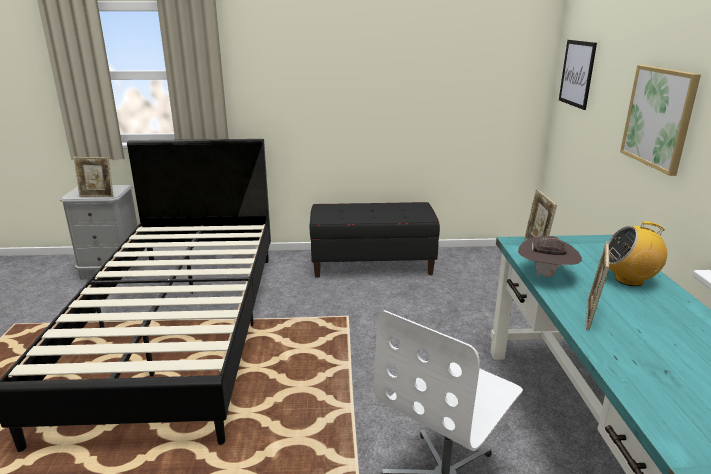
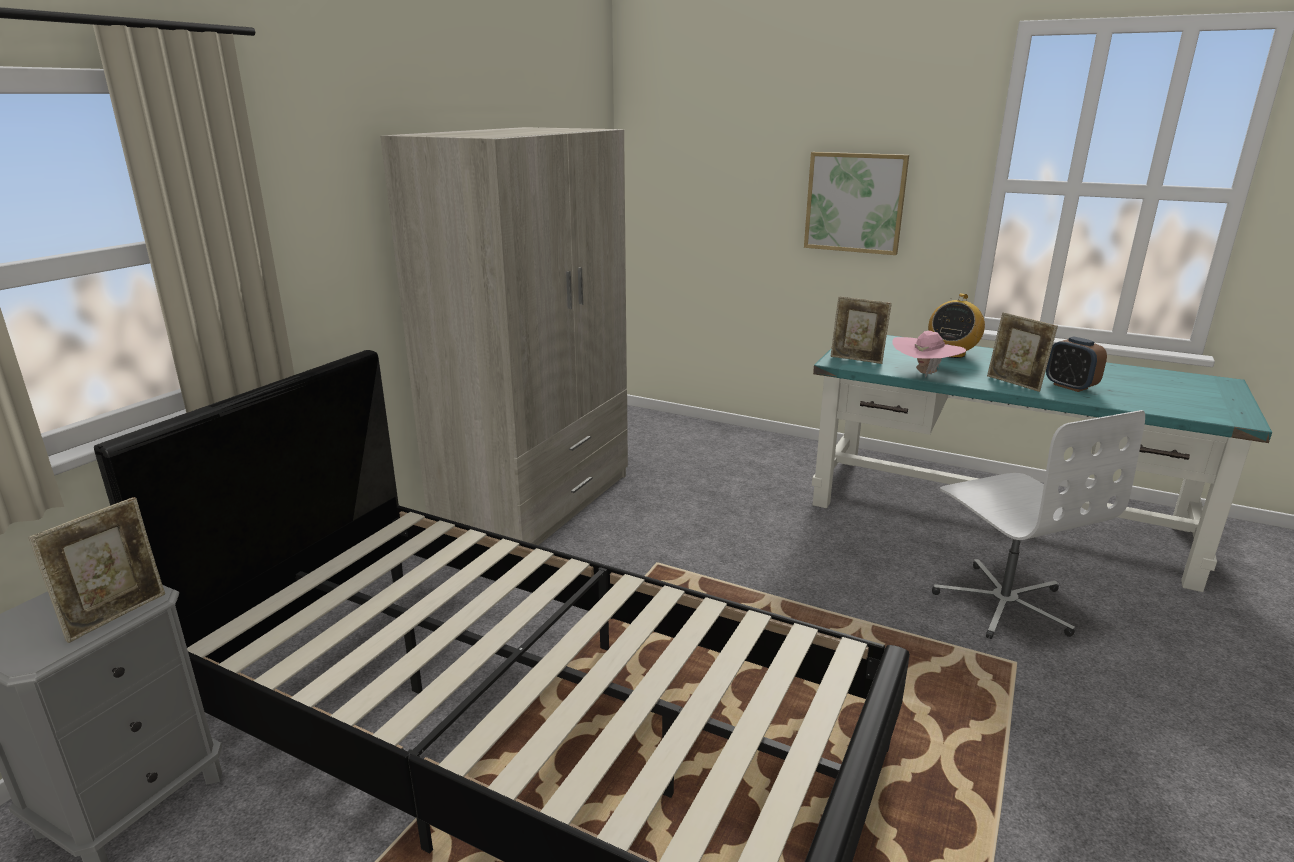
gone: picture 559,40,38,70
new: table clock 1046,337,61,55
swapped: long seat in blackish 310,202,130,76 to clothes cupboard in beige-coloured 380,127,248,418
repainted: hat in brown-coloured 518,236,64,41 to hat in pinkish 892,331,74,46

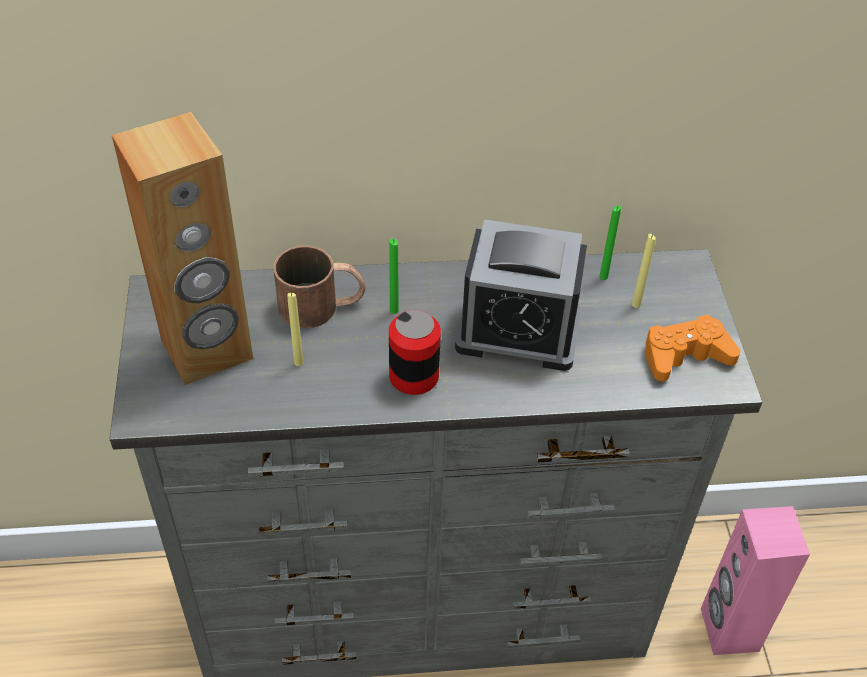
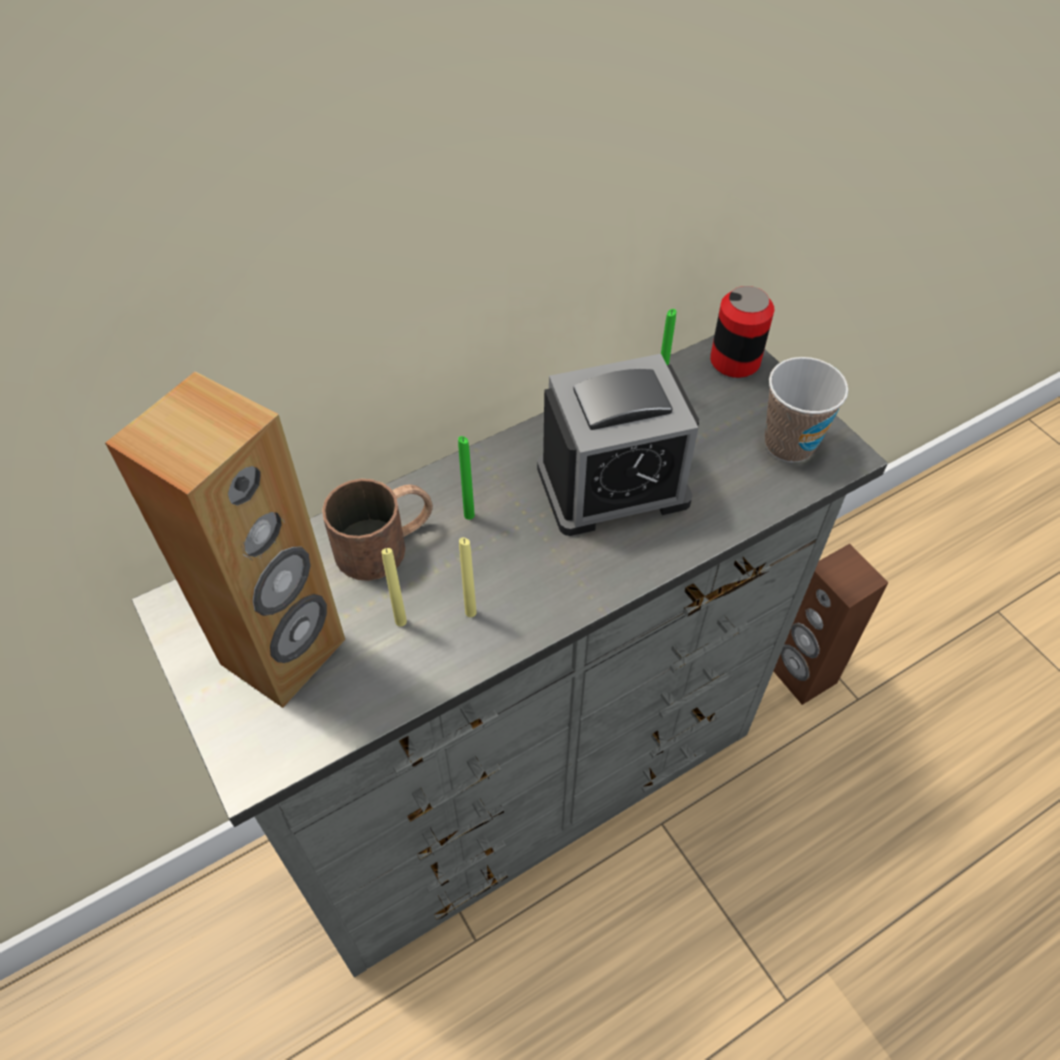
shifted: metal can 389,310,52,85 to 710,286,64,92; wax candle in yellow 632,234,24,74 to 459,538,18,79
swapped: joypad in orange 645,315,95,67 to drinking cup 765,357,83,106
repainted: speaker in pinkish 701,506,109,149 to speaker in brown-coloured 774,544,114,161

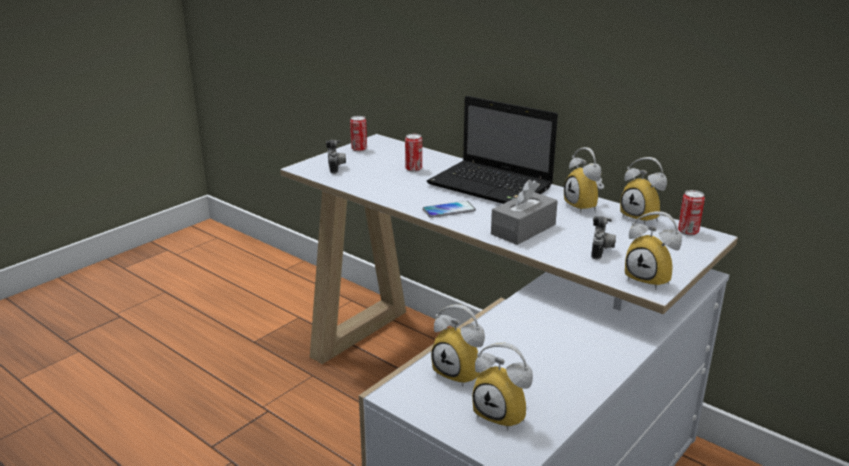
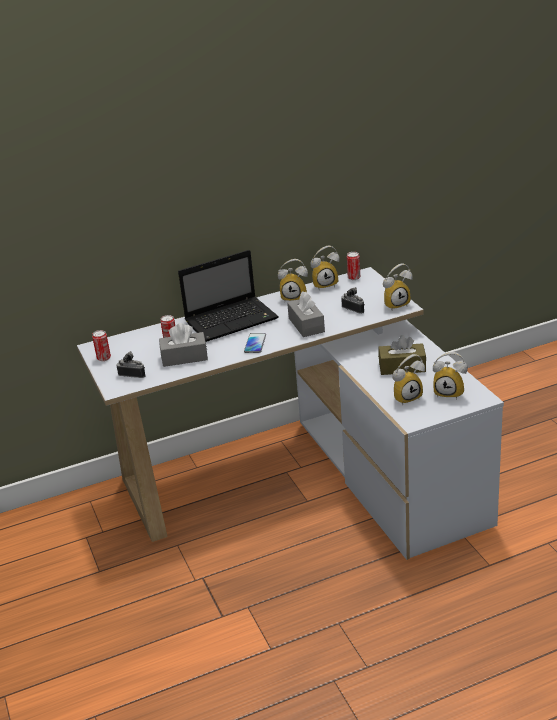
new: tissue holder in gray 159,323,49,44; tissue holder in brown-coloured 378,335,48,40
rotated: table clock 472,342,61,89 = 433,352,35,48 45 degrees clockwise

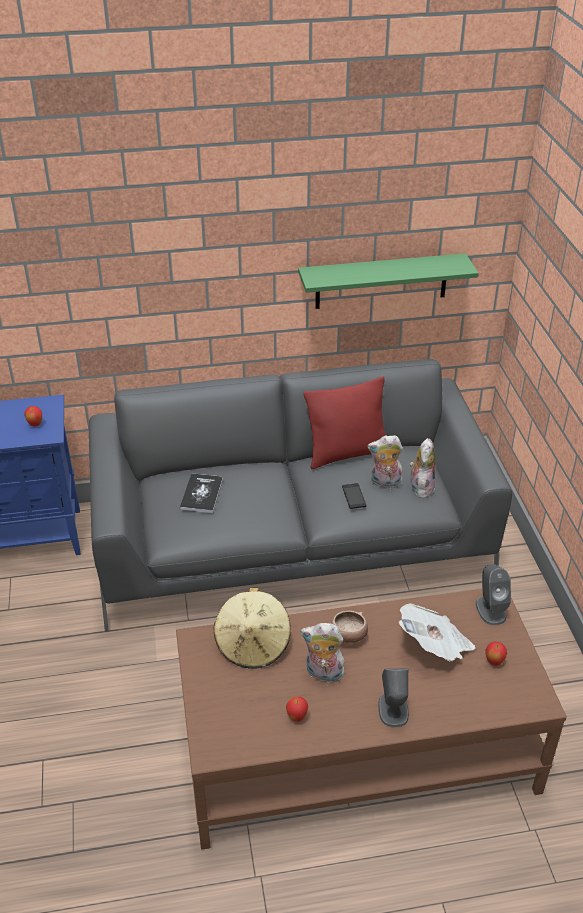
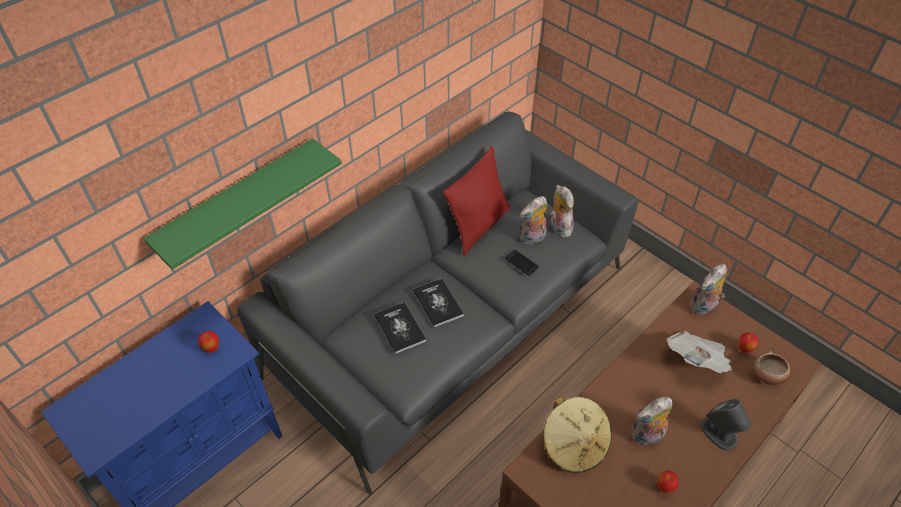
new: bound book 413,278,51,50
shifted: bracket shelf in green 298,253,181,56 to 143,138,199,132; bowl 331,611,37,33 to 753,351,37,34
swapped: speaker in gray 476,564,35,61 to plush toy 689,264,38,51

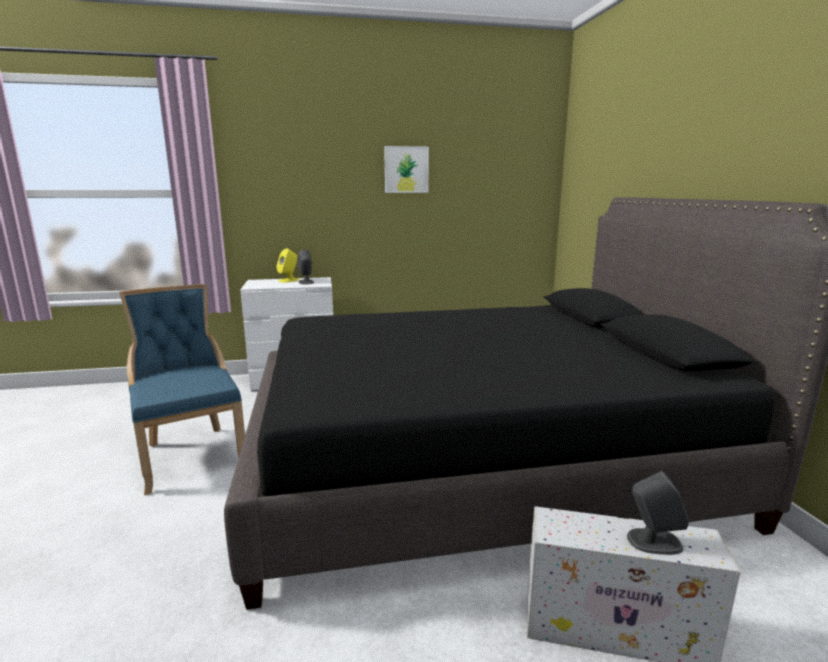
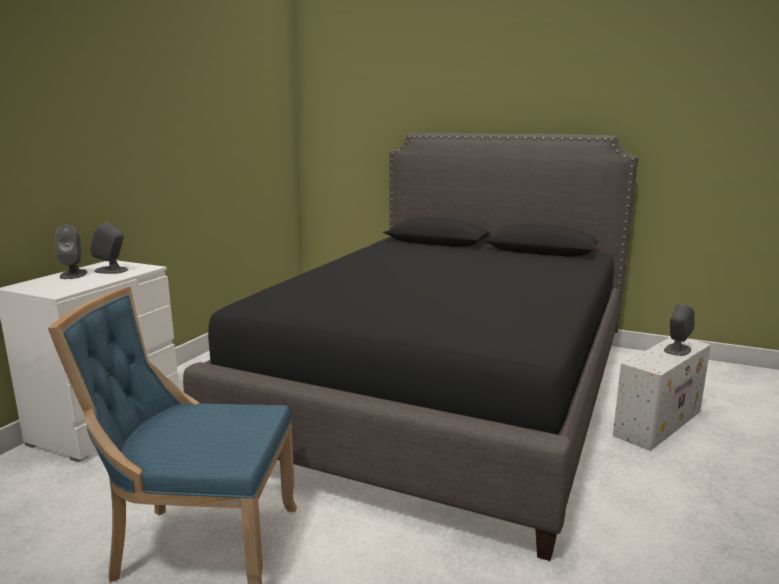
gone: picture 384,146,45,47
repainted: speaker in yellow 277,249,22,34 to speaker in gray 55,225,32,54

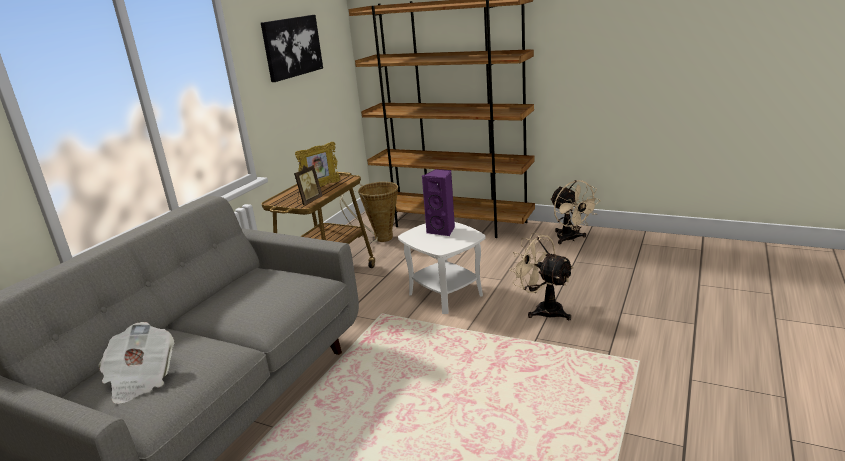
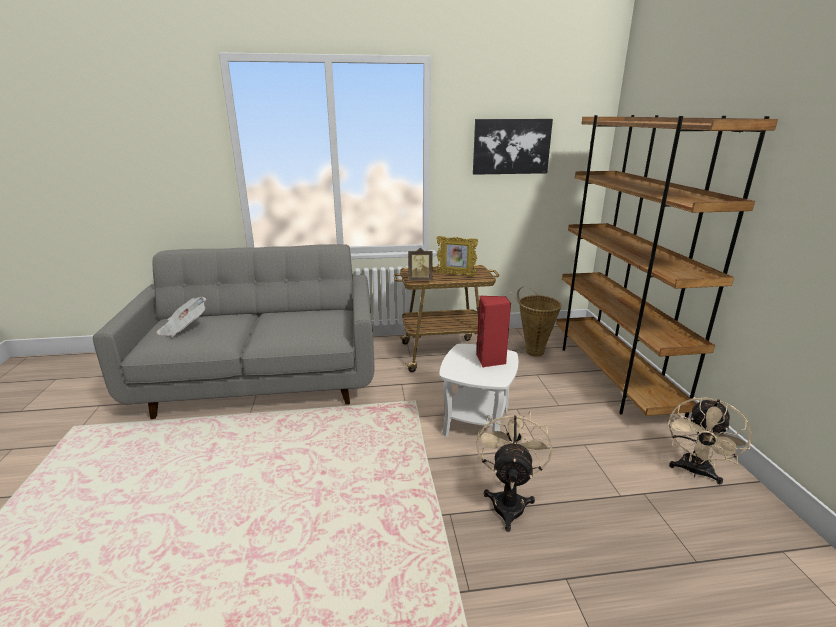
repainted: speaker in purple 422,169,33,67 to speaker in red-coloured 476,295,35,73

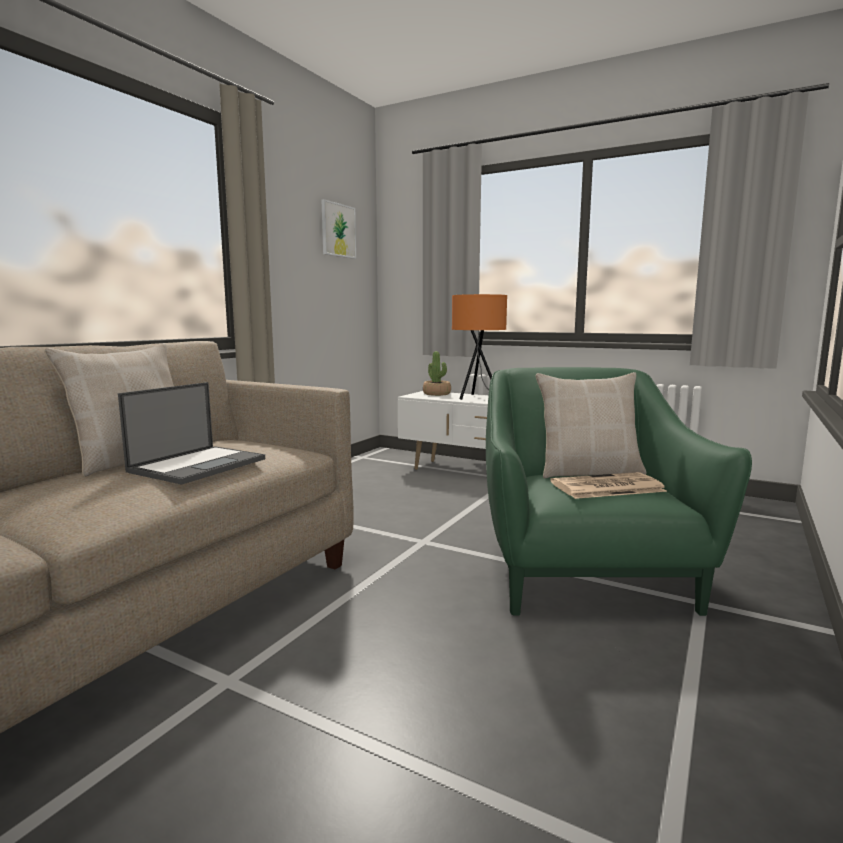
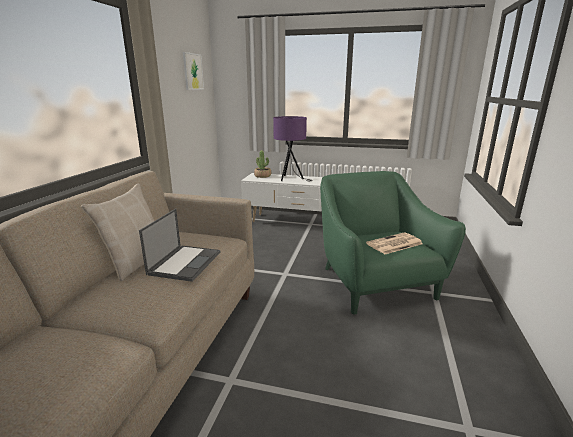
gone: cushion in beige-coloured 536,372,111,106
repainted: tabletop lamp in orange 452,294,55,106 to tabletop lamp in purple 273,116,40,65

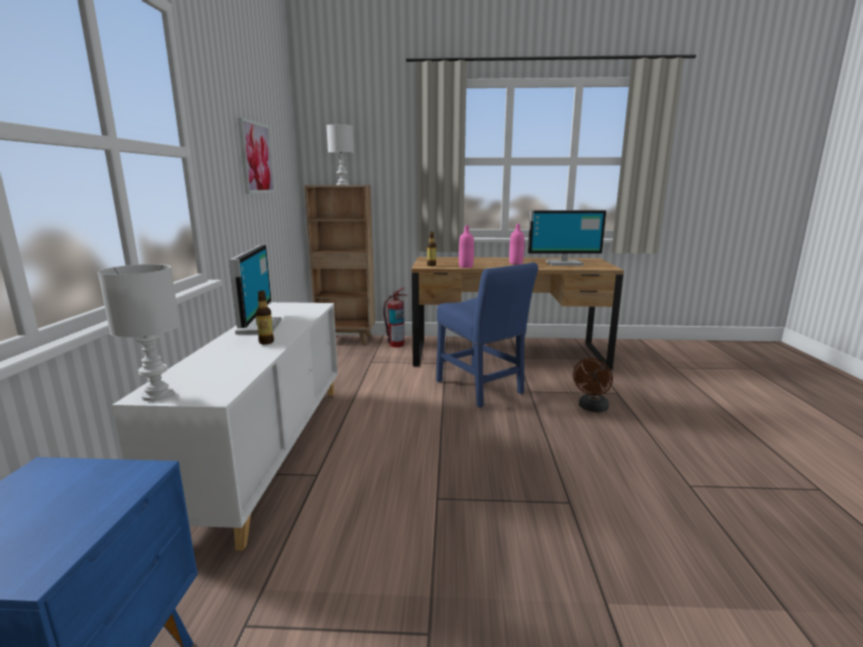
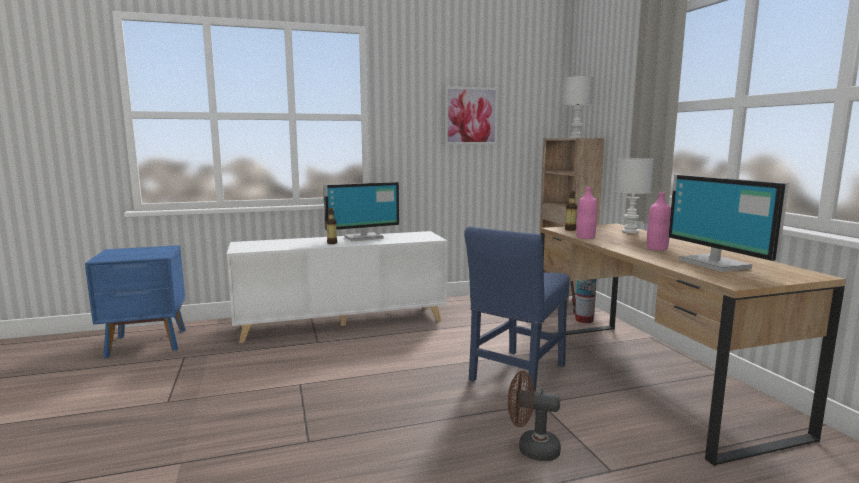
shifted: tabletop lamp in white 98,264,82,137 to 616,158,38,75

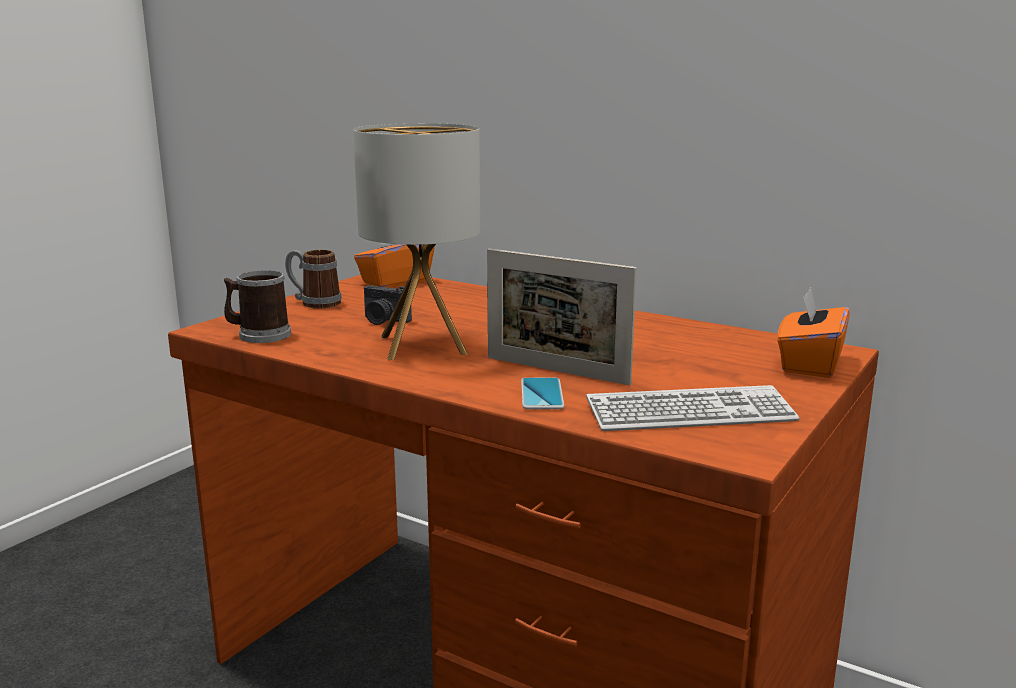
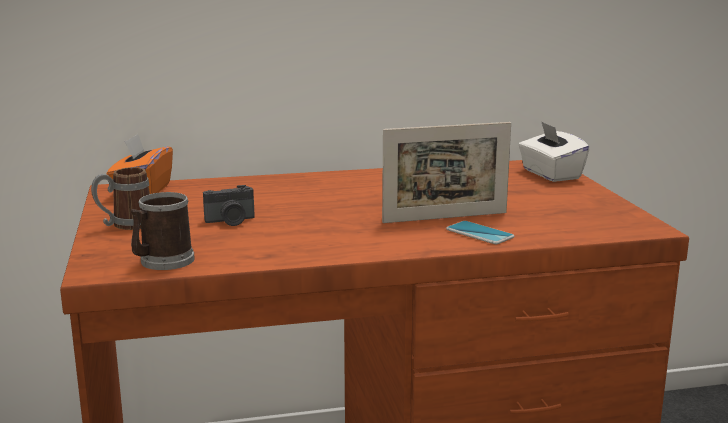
gone: tabletop lamp 353,123,127,237; computer keyboard 586,385,213,46
repainted: tissue holder in orange 777,288,73,90 to tissue holder in white 518,121,72,61

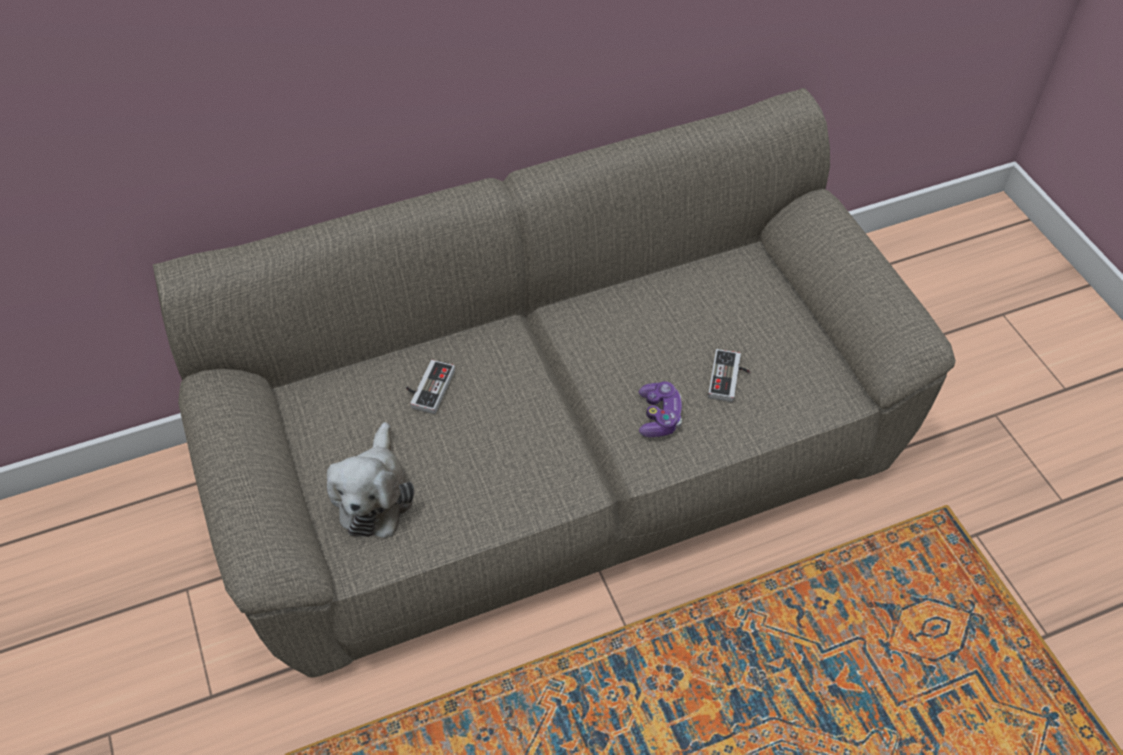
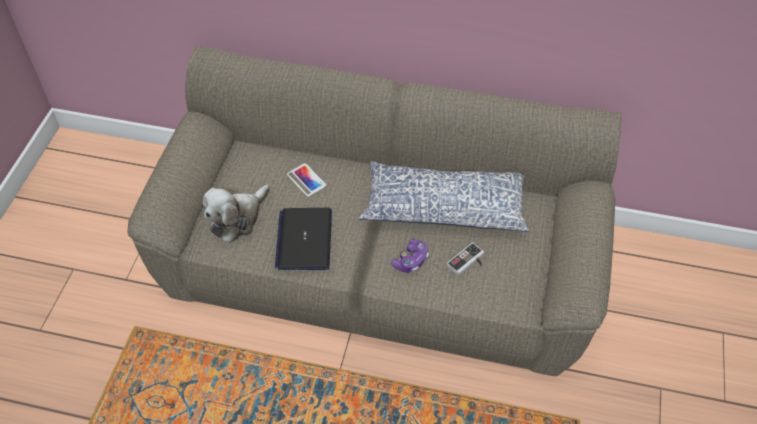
new: laptop 275,208,57,62; cushion 359,161,171,71
swapped: joypad 406,360,49,54 to handset 287,163,39,34

